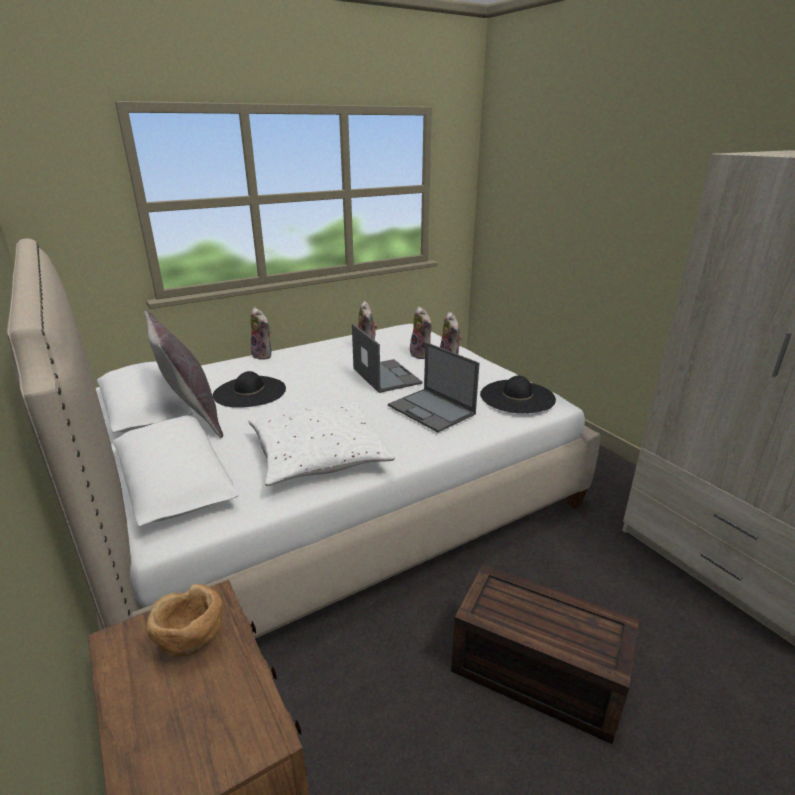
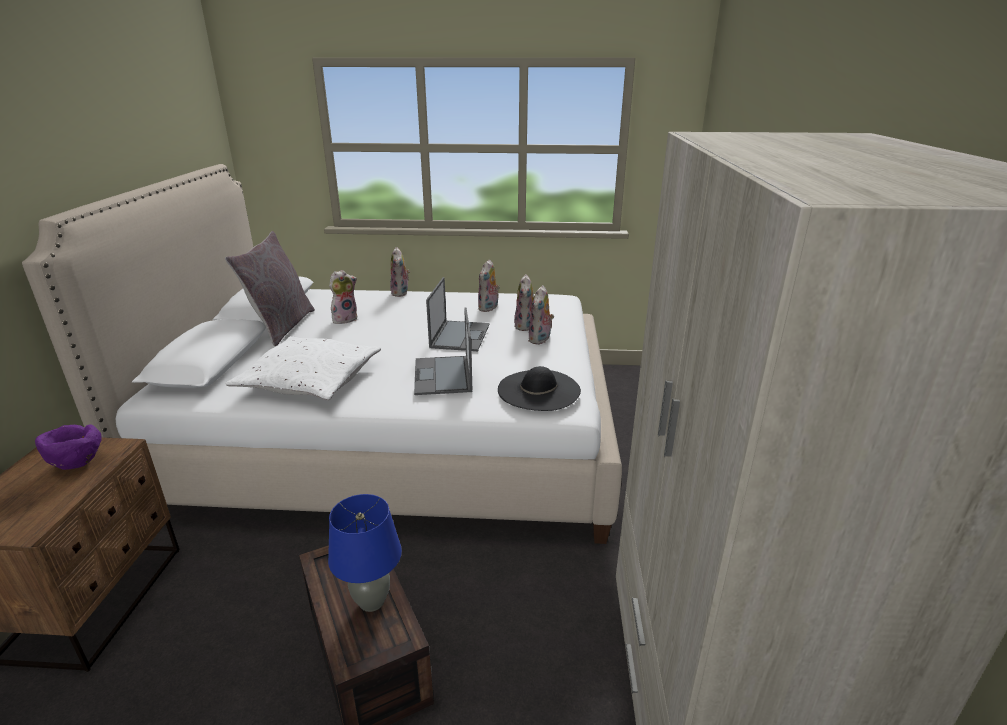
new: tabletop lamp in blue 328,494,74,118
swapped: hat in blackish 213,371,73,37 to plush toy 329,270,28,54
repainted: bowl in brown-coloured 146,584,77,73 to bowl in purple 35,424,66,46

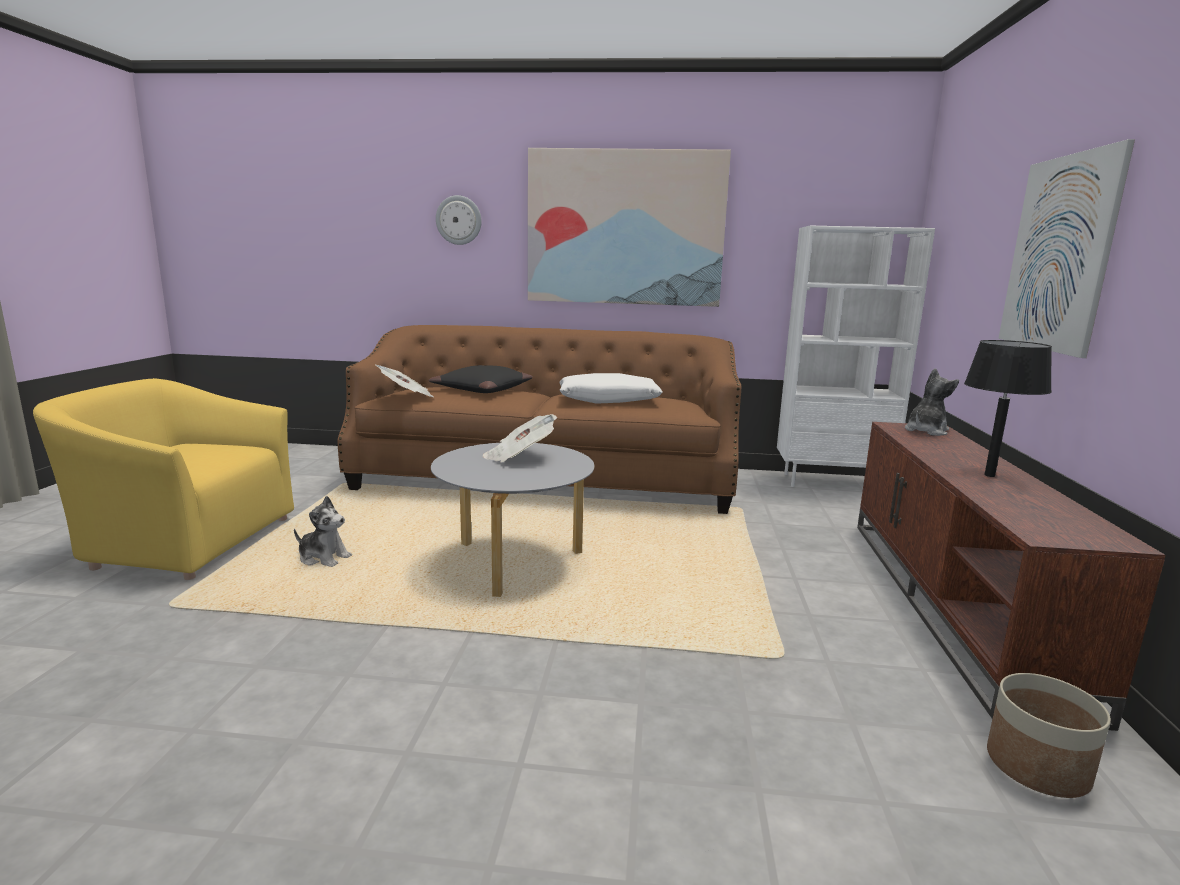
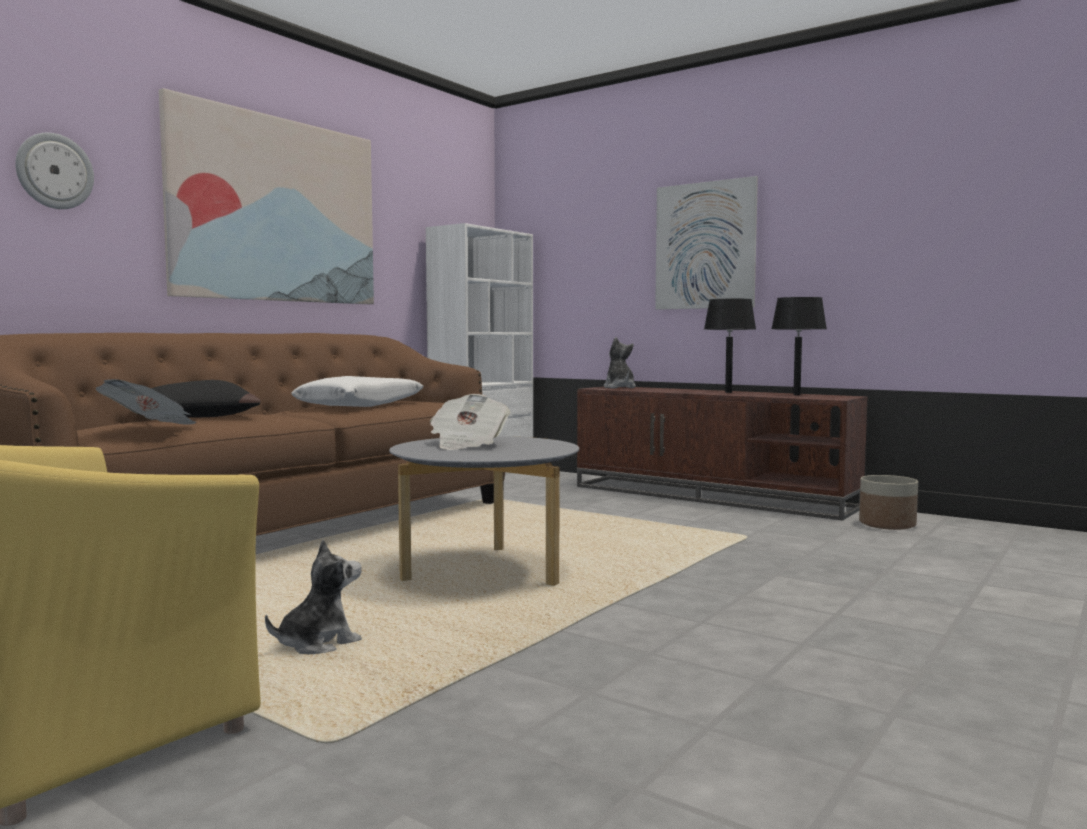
new: tabletop lamp in blackish 772,297,55,98

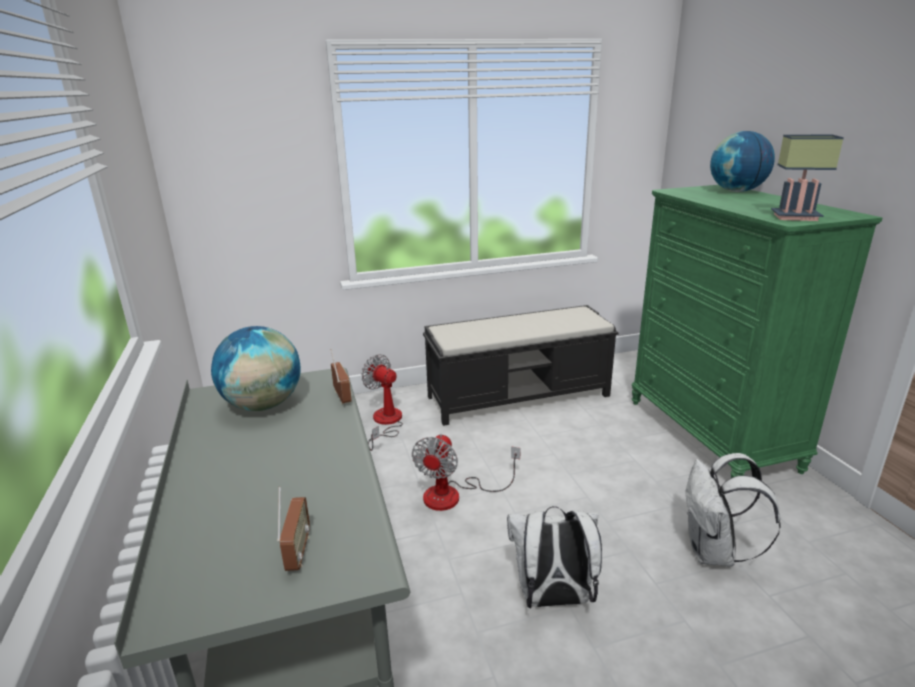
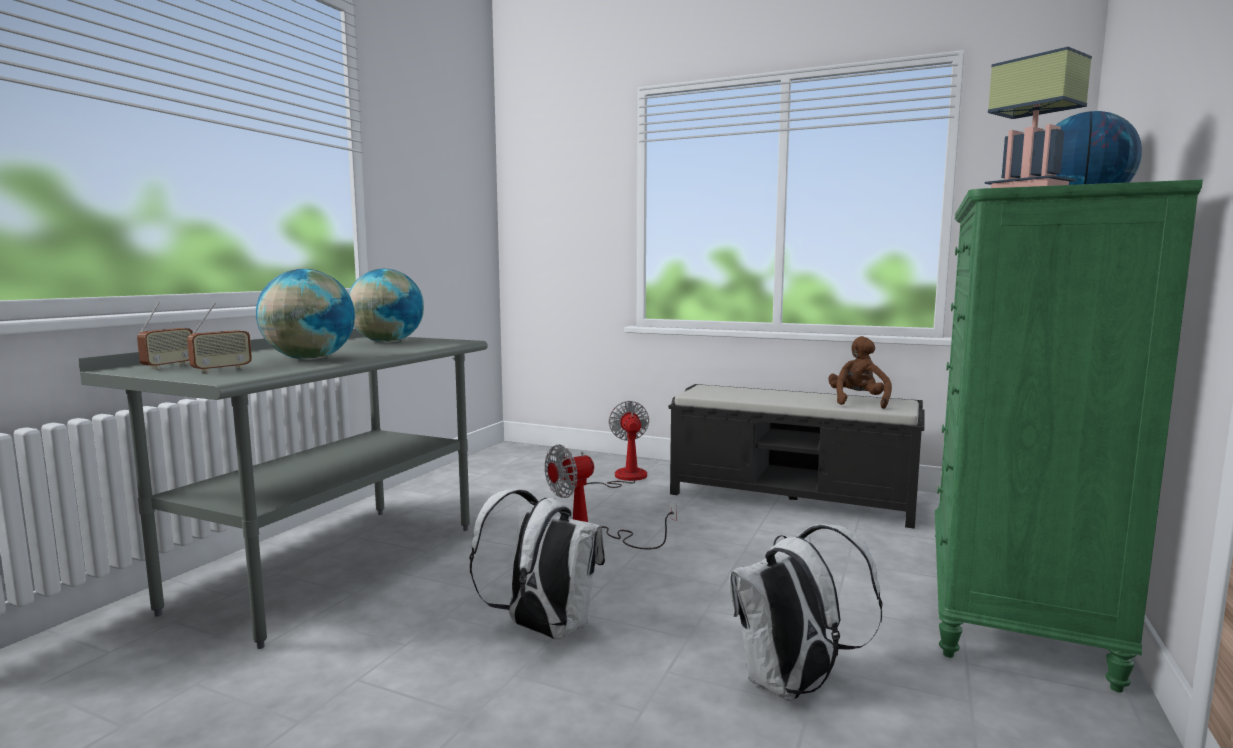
new: world globe 256,269,99,91; plush toy in brown-coloured 828,336,64,73
shifted: radio set 331,349,21,55 to 137,302,56,67

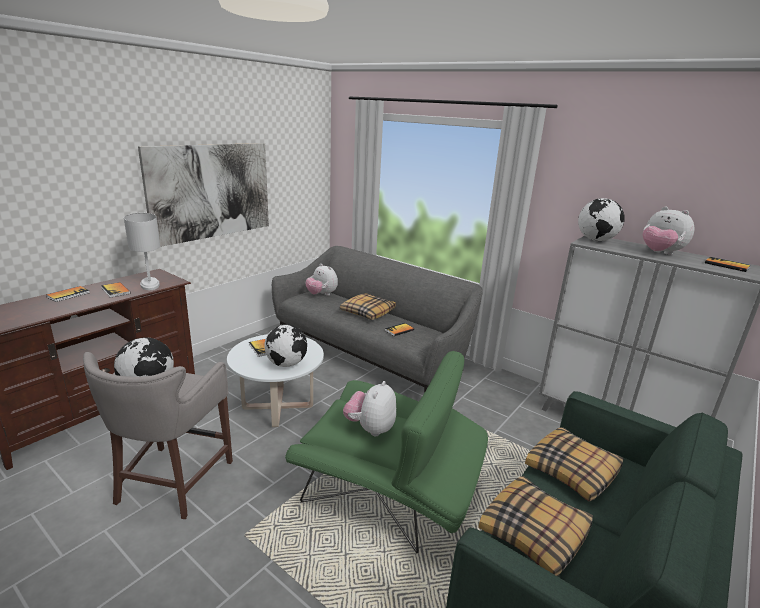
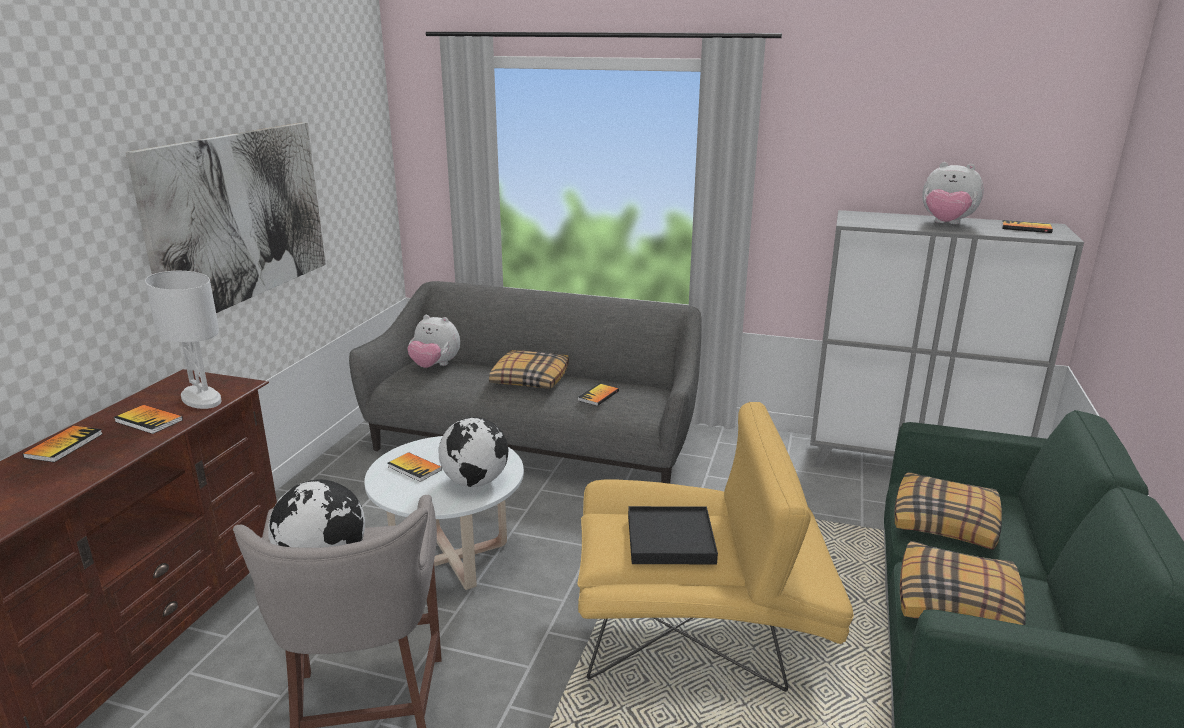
gone: world globe 578,198,47,43
swapped: plush toy 343,381,53,55 to tray in blackish 628,506,90,58
repainted: lounge chair in green 285,351,203,202 to lounge chair in yellow 578,402,276,290

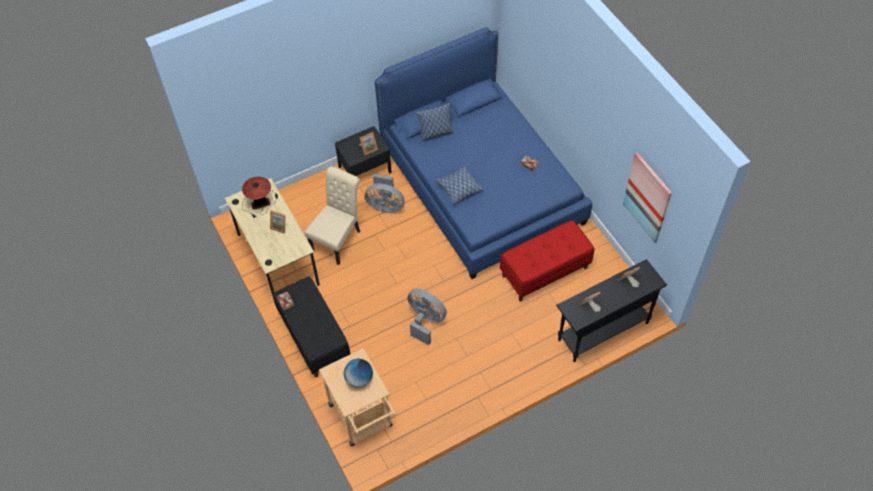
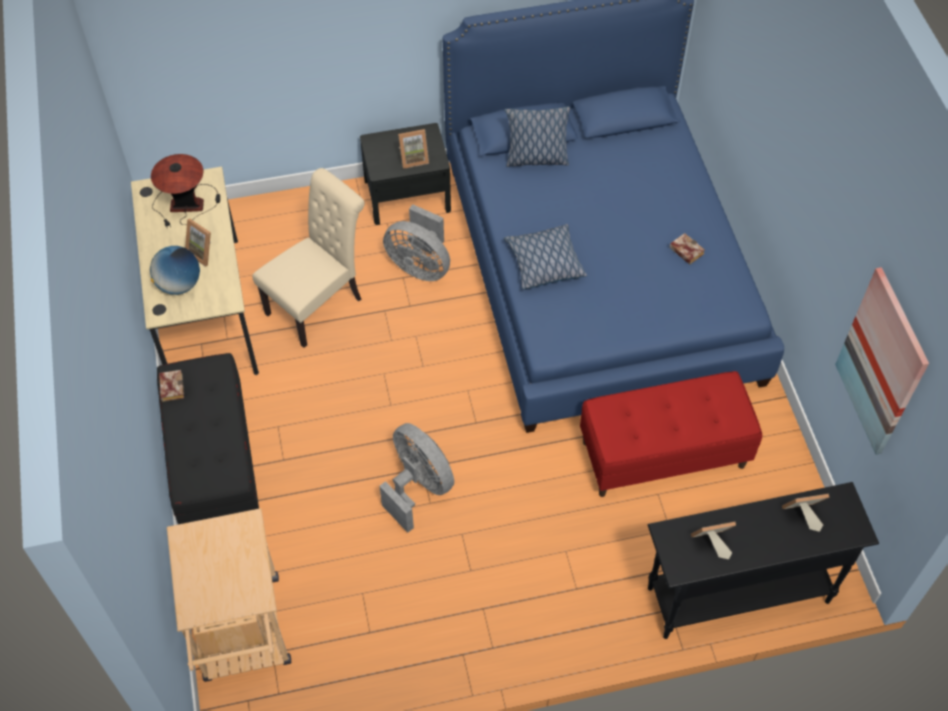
shifted: world globe 344,359,29,29 to 150,246,50,49

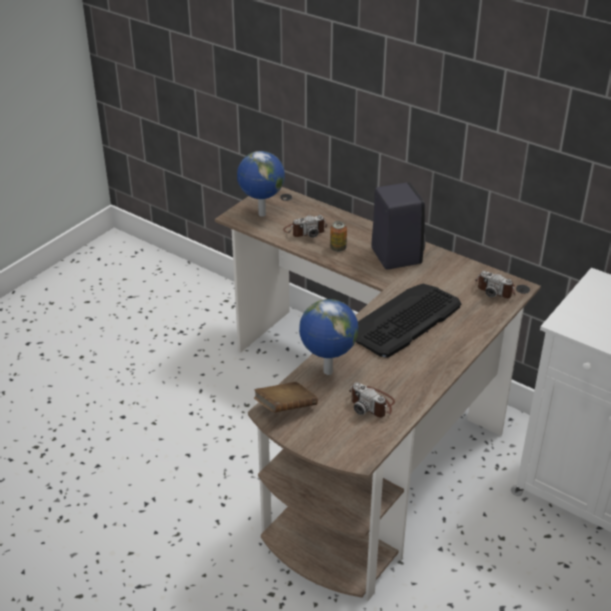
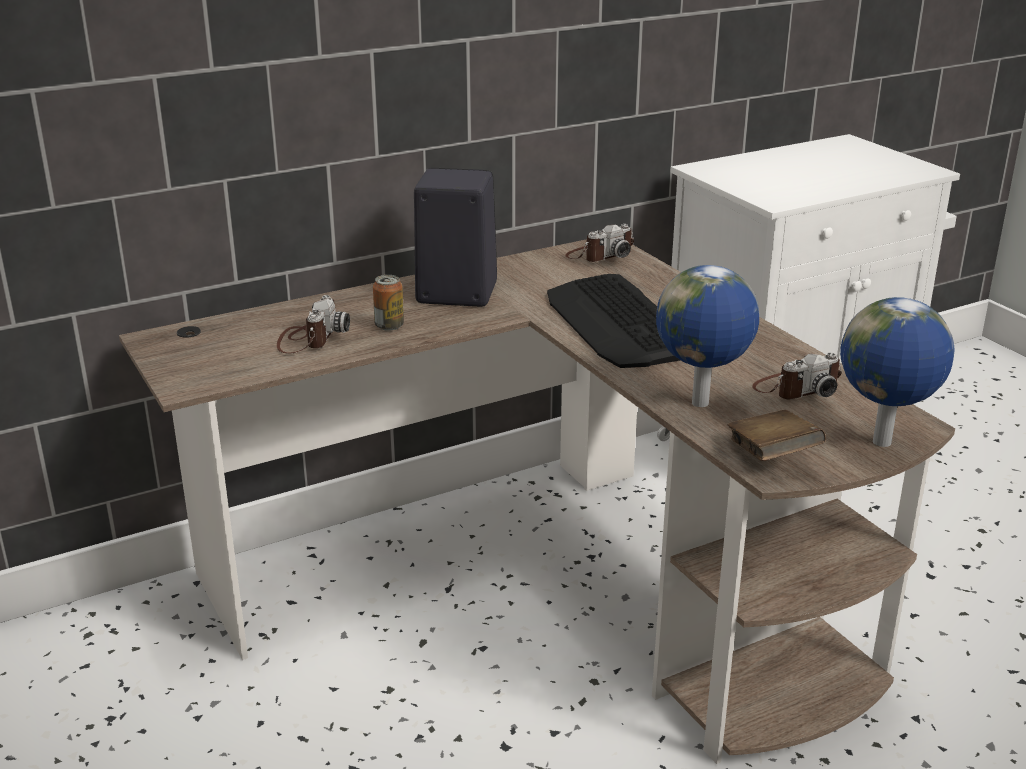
shifted: world globe 237,151,48,66 to 840,297,115,150

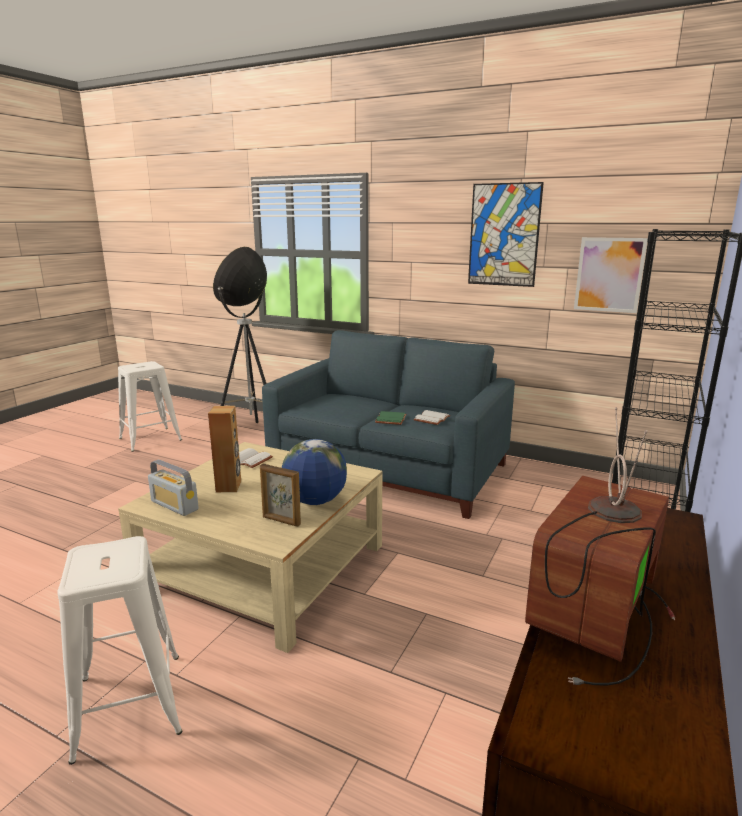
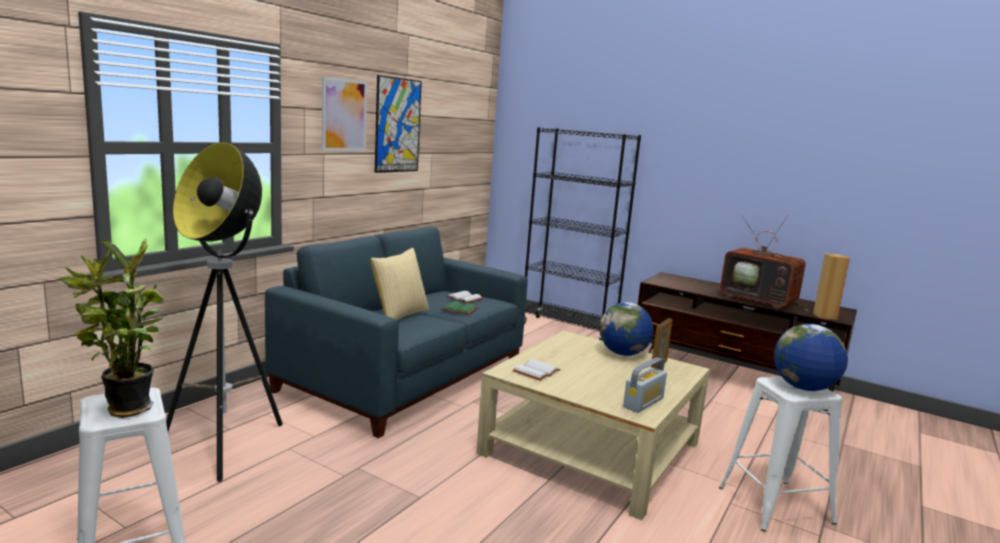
new: potted plant 60,238,104,180; cushion 370,248,59,72; world globe 774,324,74,67
shifted: speaker in brown-coloured 208,406,33,86 to 813,253,37,67; picture 574,237,74,76 to 322,76,45,75

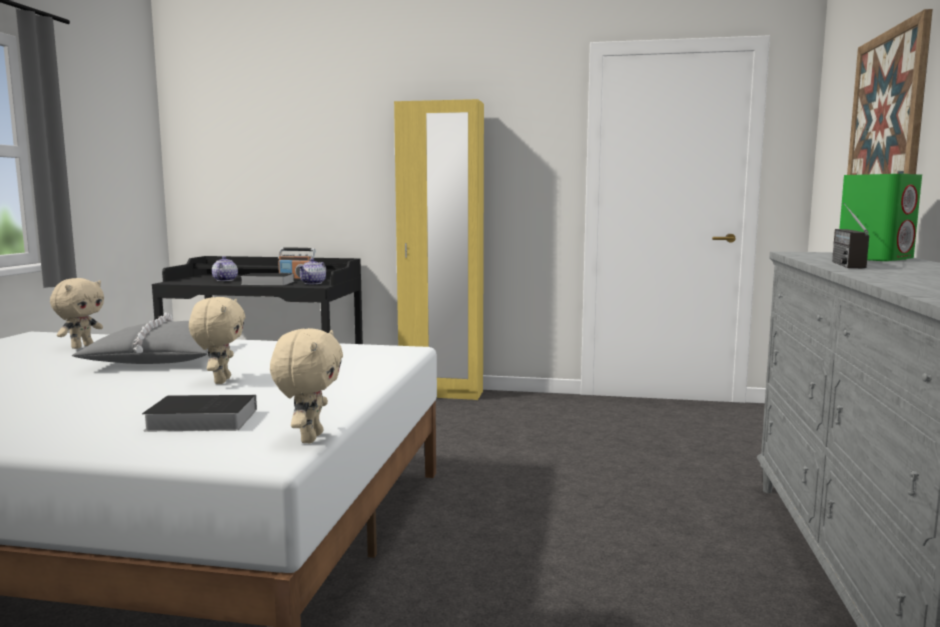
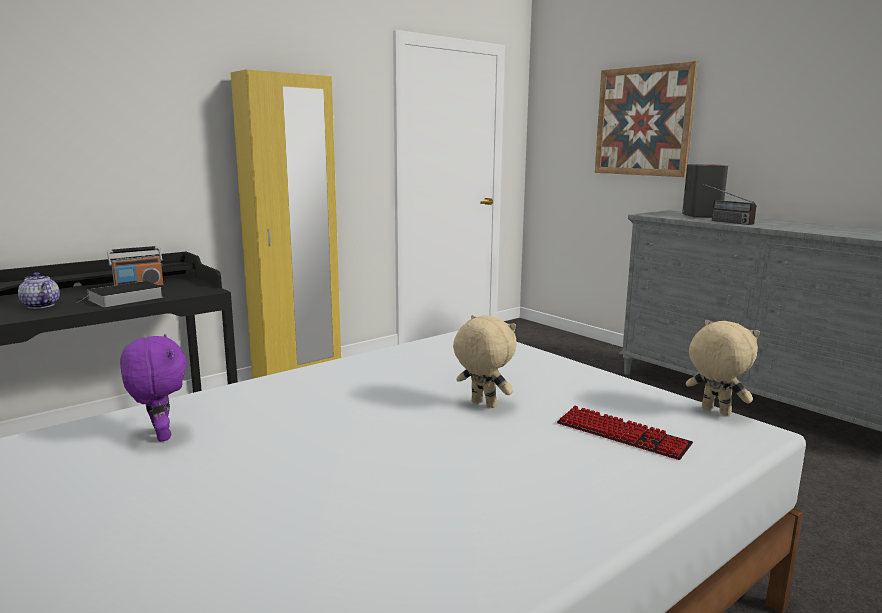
gone: cushion in gray 72,313,136,51; teapot 298,258,28,26
swapped: bound book 142,395,115,36 to computer keyboard 557,406,136,54
repainted: plush toy in beige-coloured 50,278,54,71 to plush toy in purple 120,334,67,108; speaker in green 839,174,83,87 to speaker in gray 682,164,46,54

